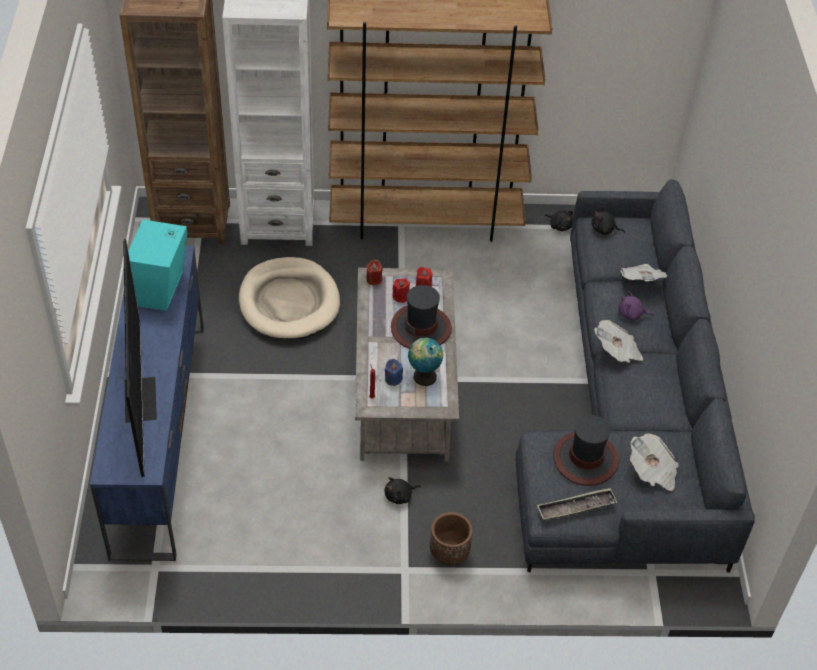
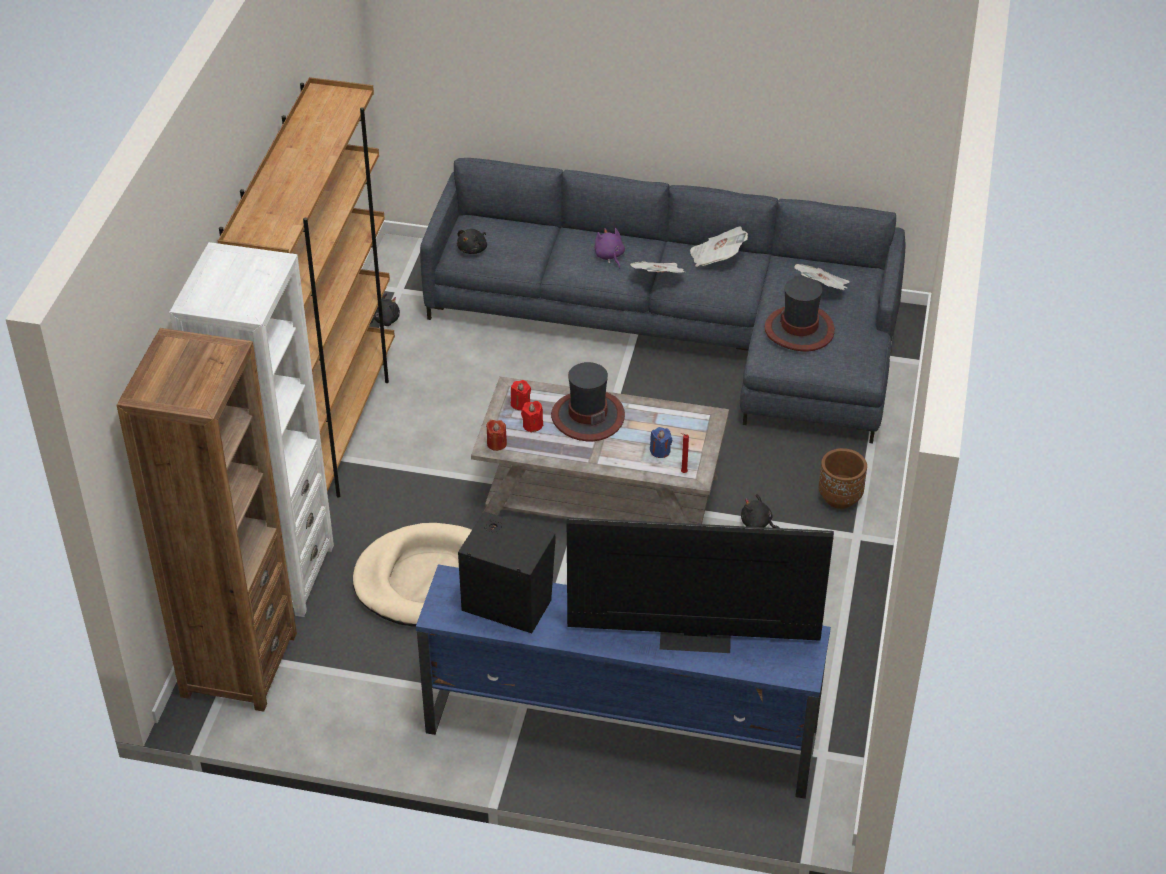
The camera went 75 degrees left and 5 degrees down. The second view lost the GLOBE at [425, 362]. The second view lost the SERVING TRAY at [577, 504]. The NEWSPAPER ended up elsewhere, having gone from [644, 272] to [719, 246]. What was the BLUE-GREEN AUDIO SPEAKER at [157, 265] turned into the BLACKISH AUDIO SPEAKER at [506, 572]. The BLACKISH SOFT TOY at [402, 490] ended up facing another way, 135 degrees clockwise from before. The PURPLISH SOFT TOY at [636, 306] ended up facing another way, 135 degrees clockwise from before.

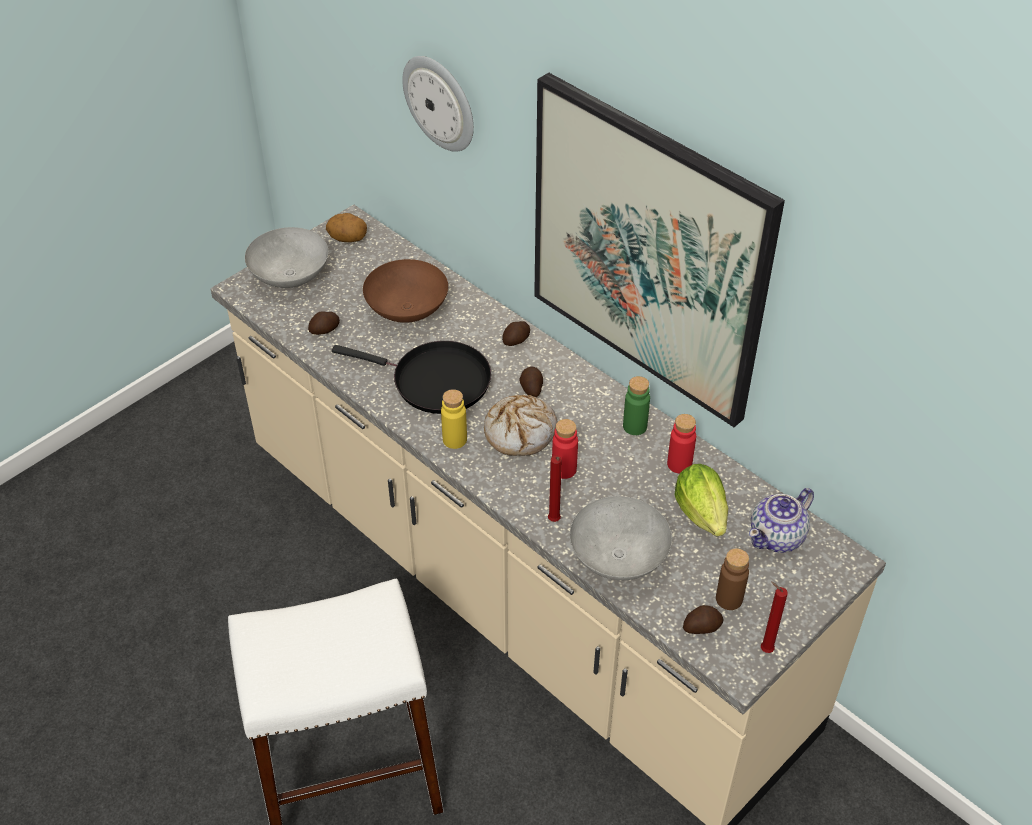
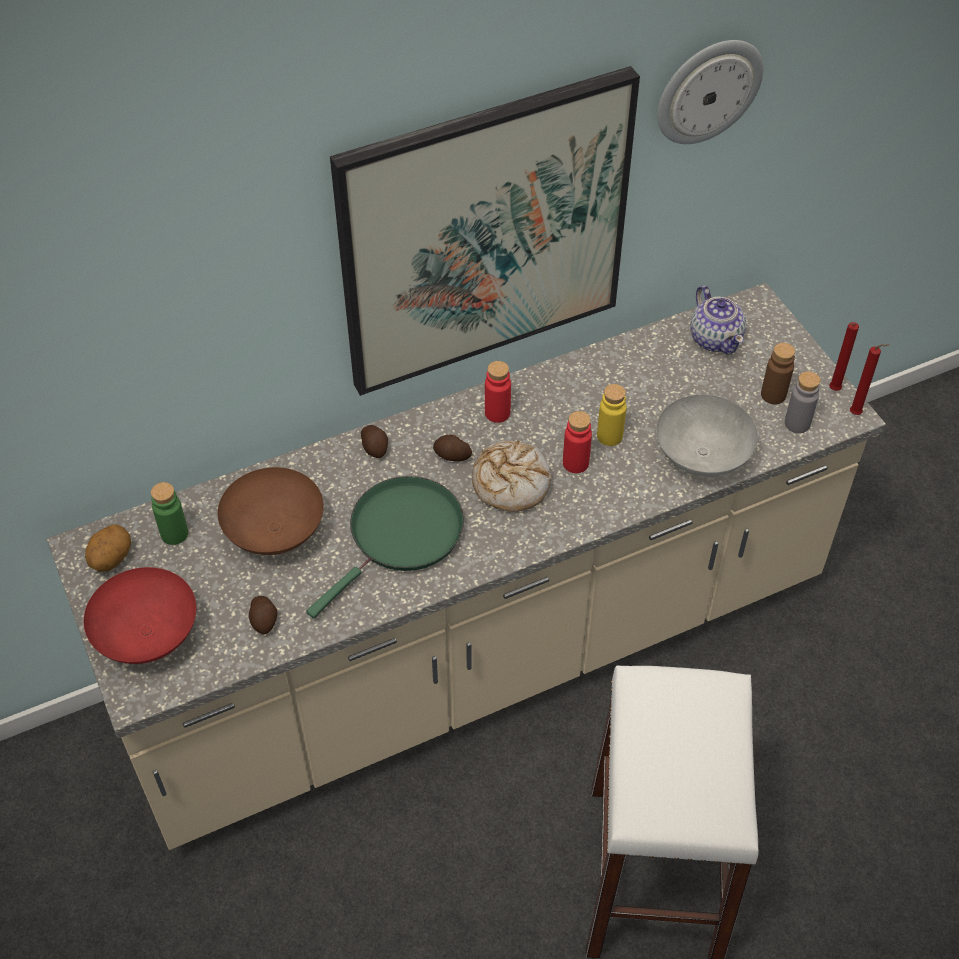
The camera went 70 degrees left and 5 degrees up. The second view lost the LETTUCE at [701, 500]. The HANGING CLOCK ended up elsewhere, having gone from [438, 104] to [710, 92]. The YELLOWISH DRINK BOTTLE ended up elsewhere, having gone from [454, 419] to [612, 415]. The REDDISH CANDLE ended up elsewhere, having gone from [555, 488] to [869, 379]. The GREEN-COLOURED DRINK BOTTLE ended up elsewhere, having gone from [636, 405] to [169, 513]. The REDDISH DRINK BOTTLE ended up elsewhere, having gone from [681, 444] to [498, 392]. Where the SPUD stood at [703, 619], the GRAY DRINK BOTTLE came to stand at [802, 402]. What was the GRAY DEEP DISH at [287, 257] turned into the REDDISH DEEP DISH at [140, 615]. What was the BLACKISH FRYING PAN at [411, 377] turned into the GREEN-COLOURED FRYING PAN at [385, 547].

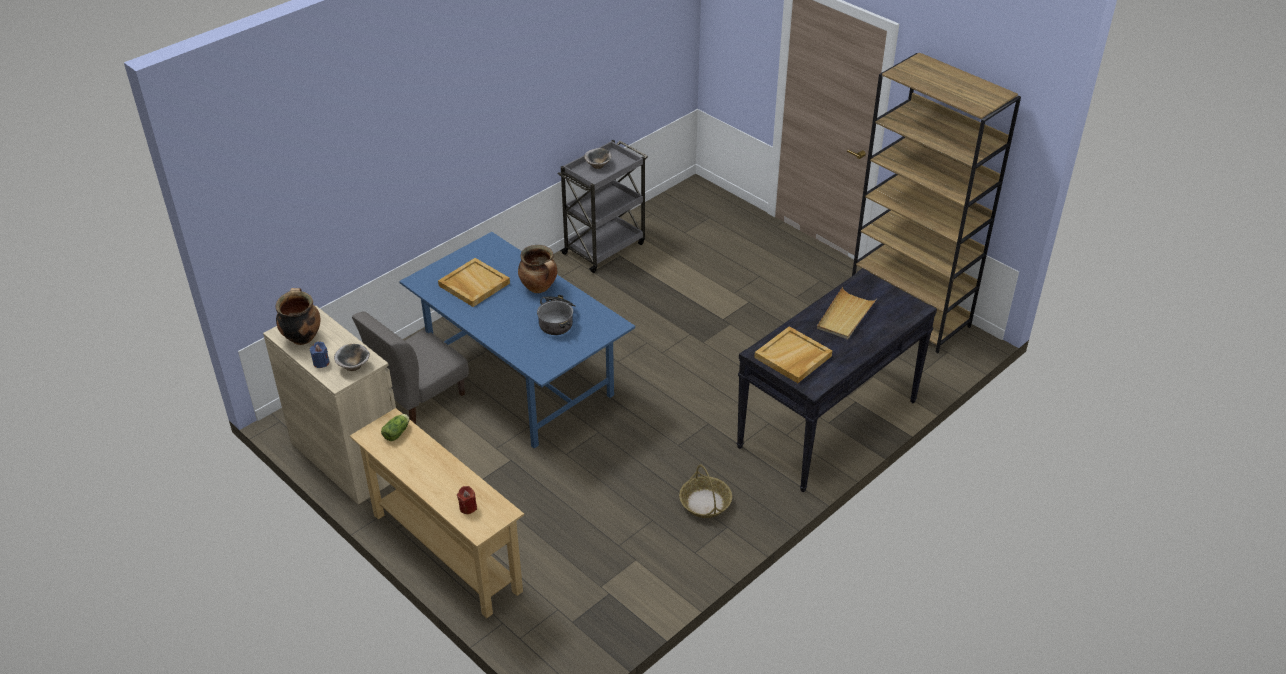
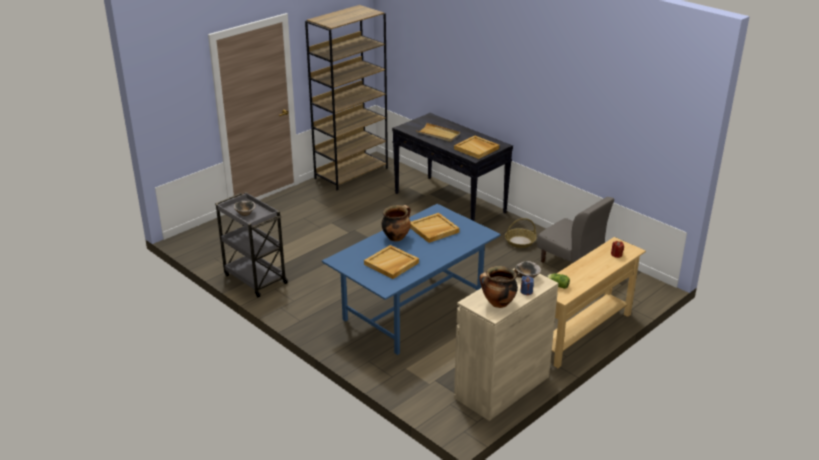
The camera went 90 degrees left and 10 degrees down. The GRAY CHAIR ended up elsewhere, having gone from [410, 367] to [575, 230]. Where the SAUCEPOT stood at [556, 315], the SAND-COLOURED SERVING TRAY came to stand at [435, 228].

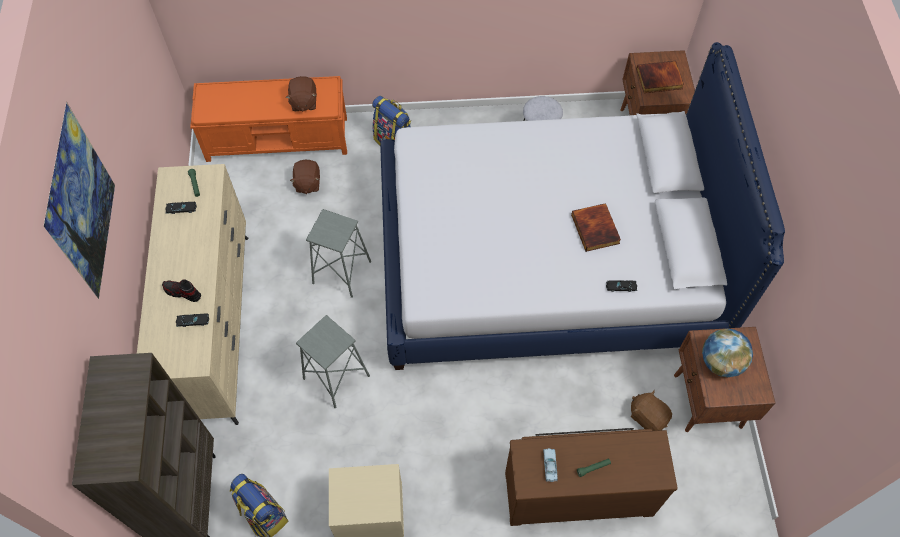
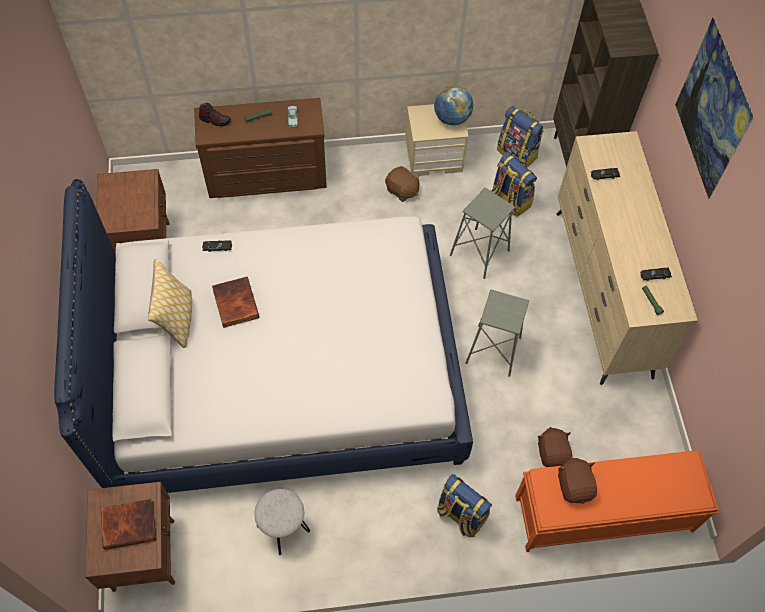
The camera went 175 degrees right and 0 degrees up. The second view gained the THROW PILLOW at [170, 303]. The second view gained the KNAPSACK at [514, 184]. The ITEM OF FOOTWEAR ended up elsewhere, having gone from [181, 290] to [215, 114]. The BROWNISH SOFT TOY ended up elsewhere, having gone from [651, 410] to [402, 184]. The GLOBE ended up elsewhere, having gone from [727, 353] to [453, 105].

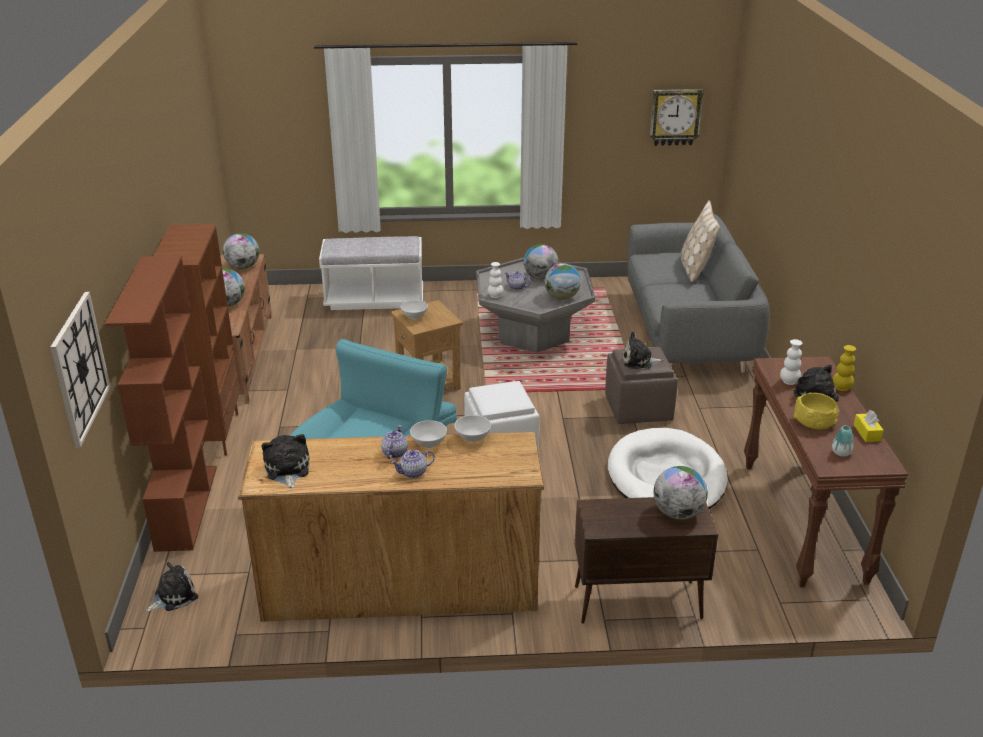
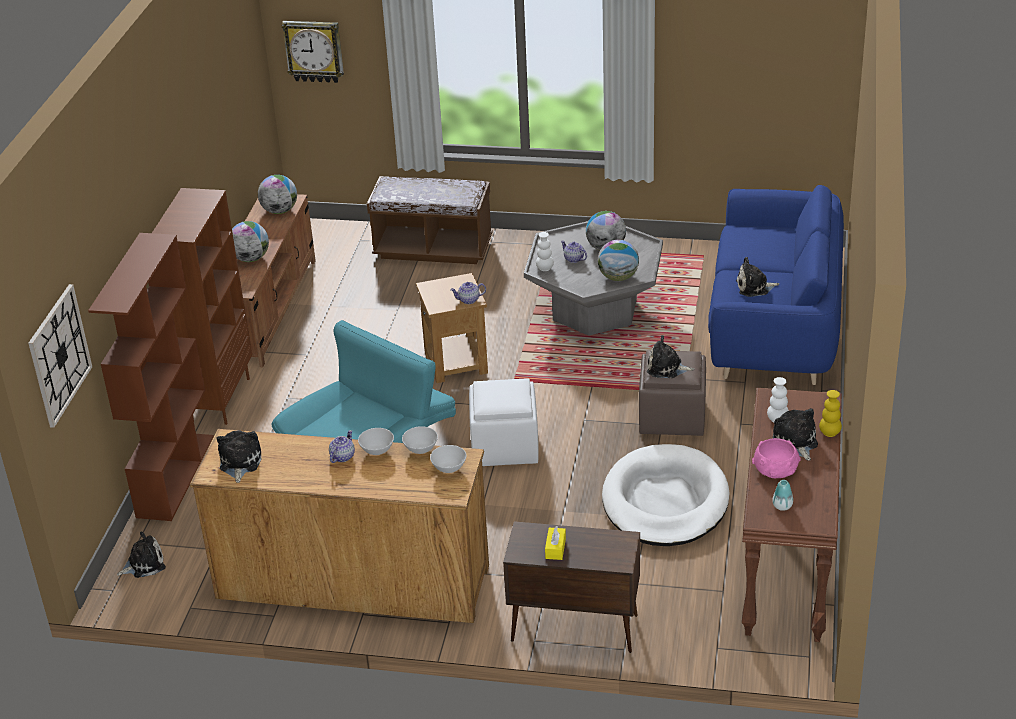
The camera went 15 degrees right and 5 degrees up. The second view lost the GLOBE at [681, 493]. The second view lost the SAND-COLOURED THROW PILLOW at [700, 241]. The second view gained the SOFT TOY at [757, 277]. The TEAPOT ended up elsewhere, having gone from [413, 464] to [468, 293]. The WHITE DEEP DISH ended up elsewhere, having gone from [414, 310] to [448, 459]. The HANGING CLOCK ended up elsewhere, having gone from [677, 117] to [313, 52]. The YELLOWISH TISSUE HOLDER ended up elsewhere, having gone from [869, 426] to [555, 543]. What was the WHITE BENCH at [371, 273] turned into the BROWNISH BENCH at [430, 220]. What was the GRAY COUCH at [698, 293] turned into the BLUISH COUCH at [776, 285]. What was the YELLOWISH DEEP DISH at [816, 411] turned into the PINK DEEP DISH at [776, 458].

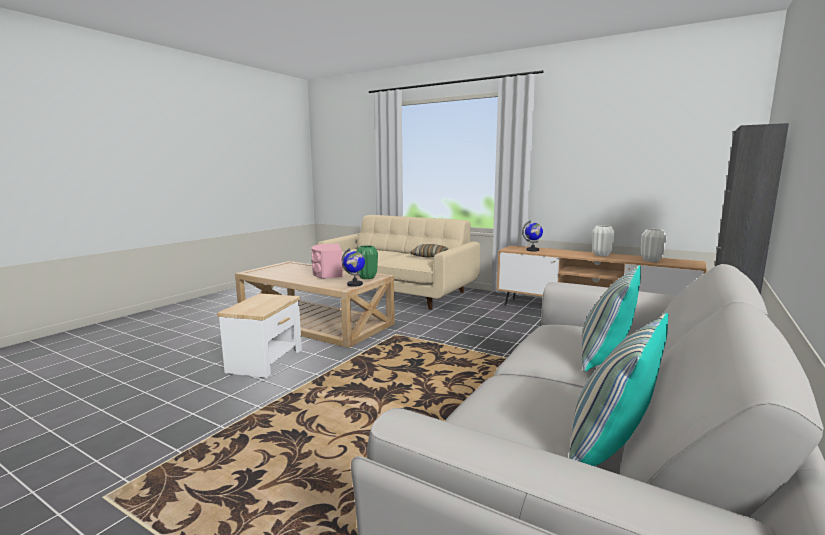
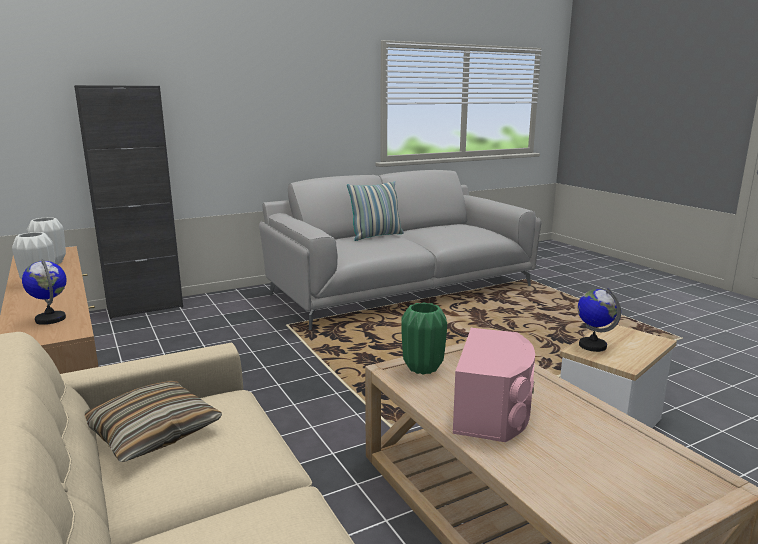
The camera went 150 degrees left and 5 degrees up. The second view lost the THROW PILLOW at [618, 389]. The GLOBE ended up elsewhere, having gone from [353, 267] to [599, 320].

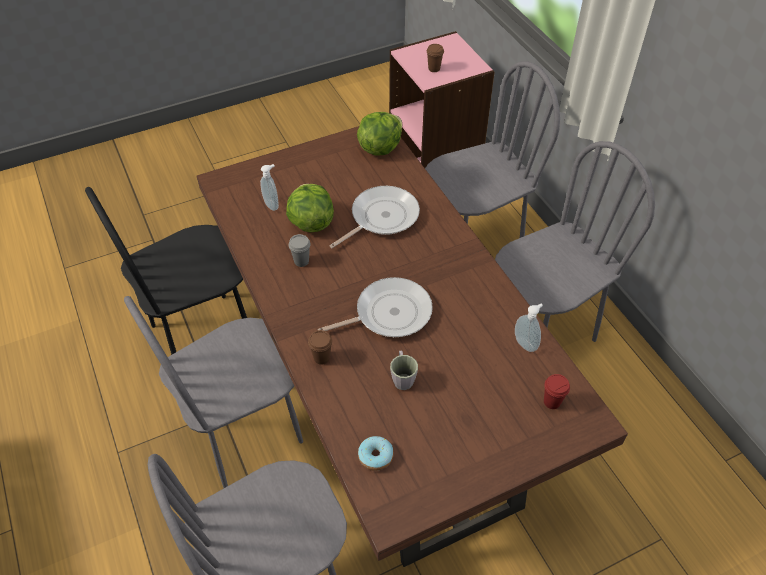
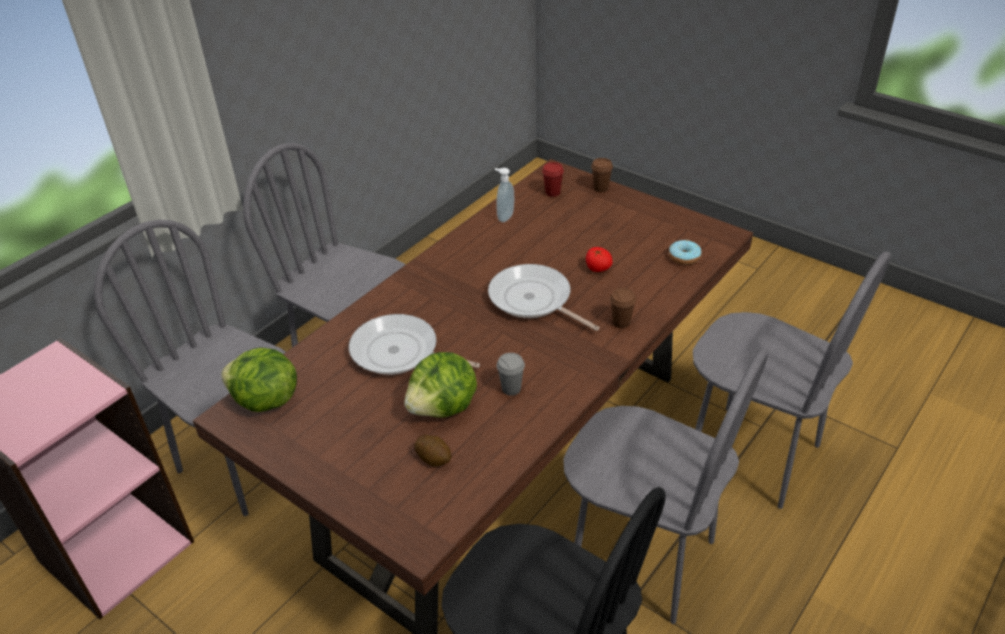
The camera went 115 degrees left and 10 degrees down. The BROWNISH DRINKING CUP ended up elsewhere, having gone from [435, 58] to [602, 175]. Where the LIQUID SOAP BOTTLE stood at [269, 187], the SPUD came to stand at [432, 451]. Where the GRAY TEA MUG stood at [404, 370], the TOMATO came to stand at [599, 259].

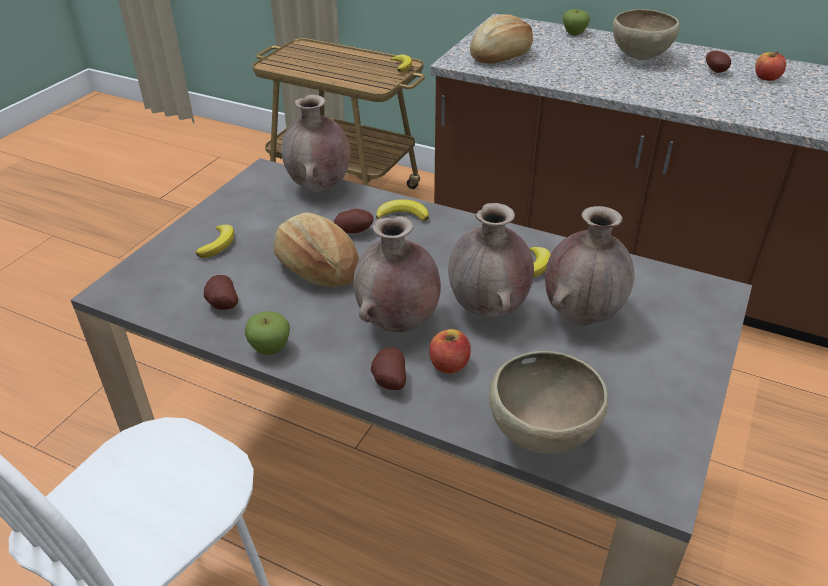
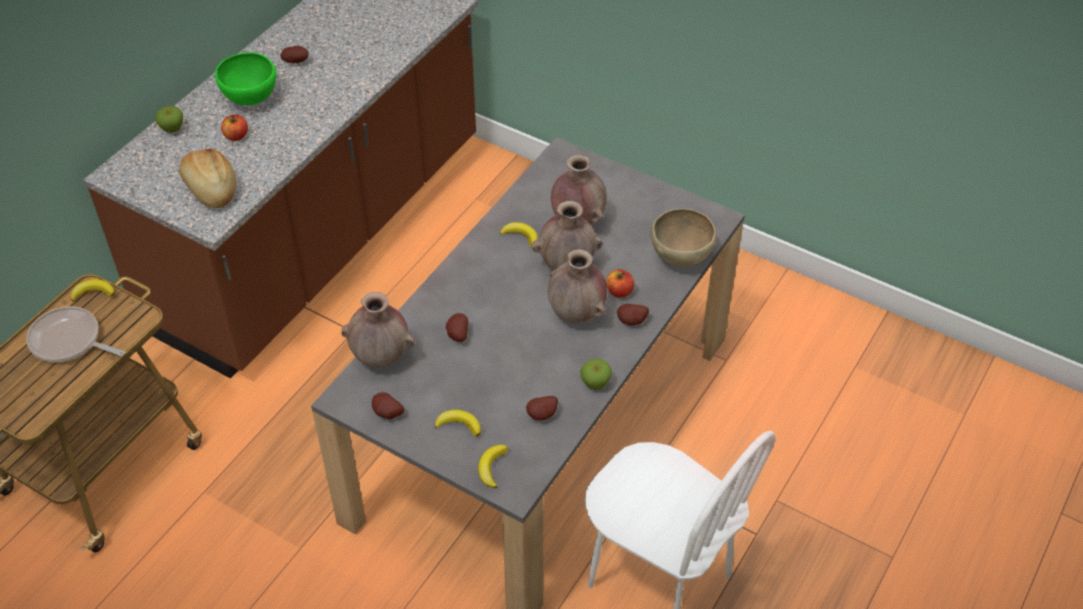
The camera went 85 degrees left and 10 degrees up. The second view lost the BREAD at [316, 249]. The second view gained the FRYING PAN at [75, 334]. The second view gained the SPUD at [388, 405]. The WHOLE BANANA ended up elsewhere, having gone from [402, 210] to [493, 466]. The APPLE ended up elsewhere, having gone from [770, 66] to [234, 127]. What was the BROWNISH DEEP DISH at [646, 34] turned into the GREEN-COLOURED DEEP DISH at [245, 78].

